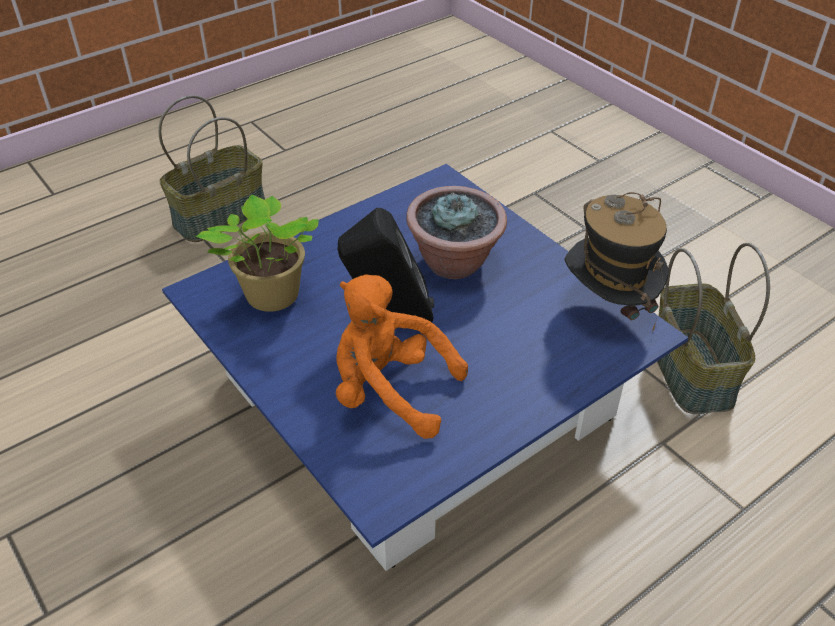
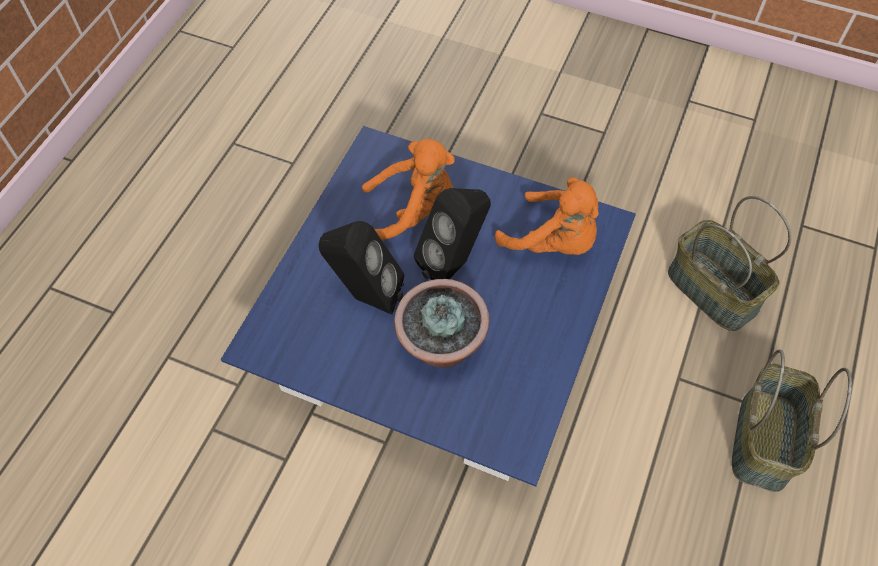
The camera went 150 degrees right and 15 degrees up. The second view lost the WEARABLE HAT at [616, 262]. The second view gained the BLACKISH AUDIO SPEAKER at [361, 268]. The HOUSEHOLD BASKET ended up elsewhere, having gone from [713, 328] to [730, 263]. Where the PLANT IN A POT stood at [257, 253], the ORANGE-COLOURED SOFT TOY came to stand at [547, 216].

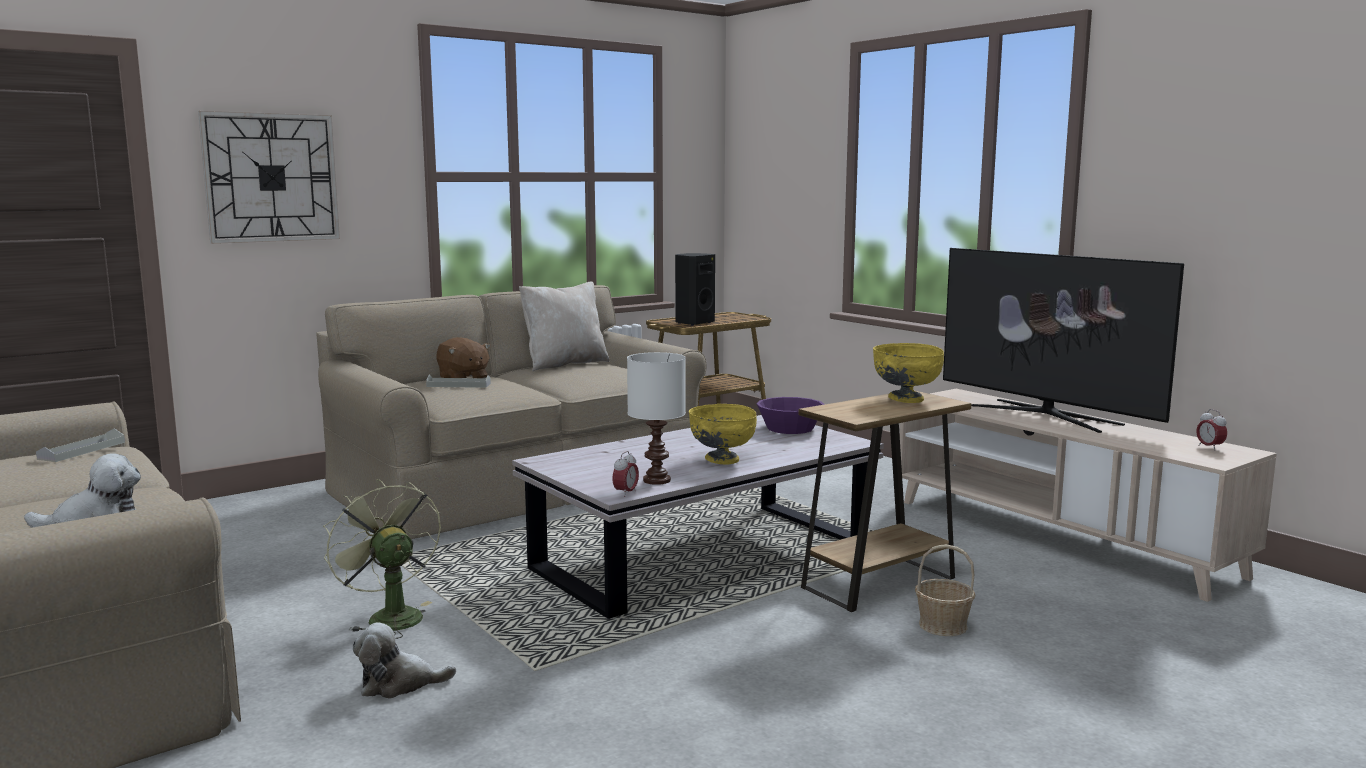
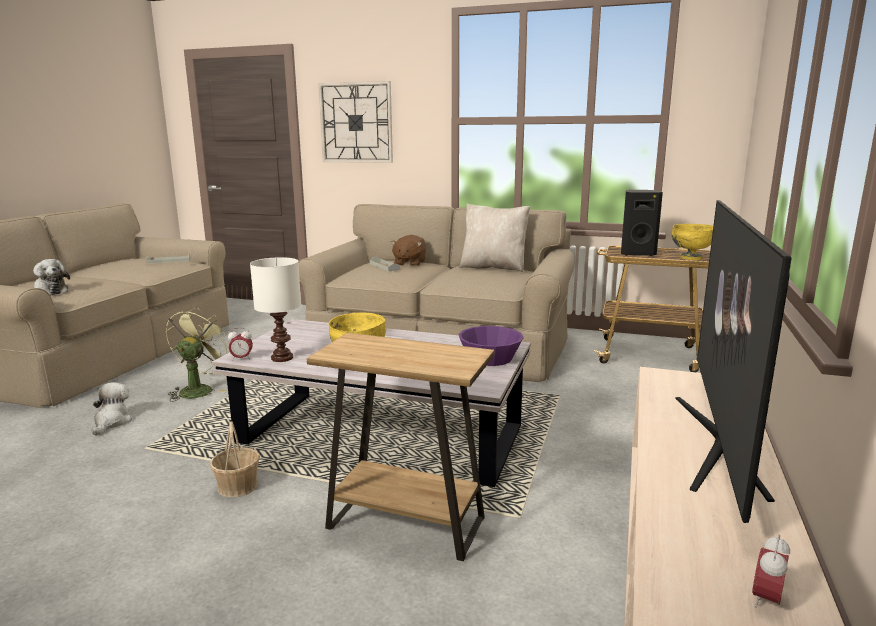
The camera went 55 degrees right and 5 degrees up. The YELLOWISH DEEP DISH ended up elsewhere, having gone from [908, 373] to [692, 242]. The HOUSEHOLD BASKET ended up elsewhere, having gone from [945, 590] to [235, 459]. The SOFT TOY at [404, 660] ended up facing another way, 45 degrees clockwise from before.

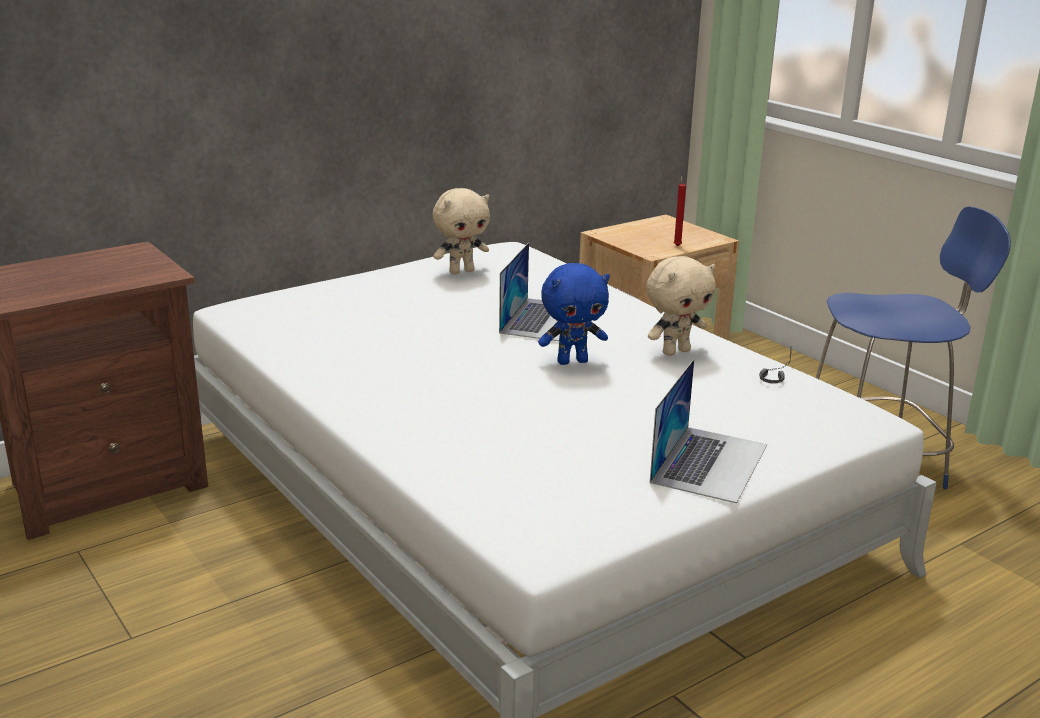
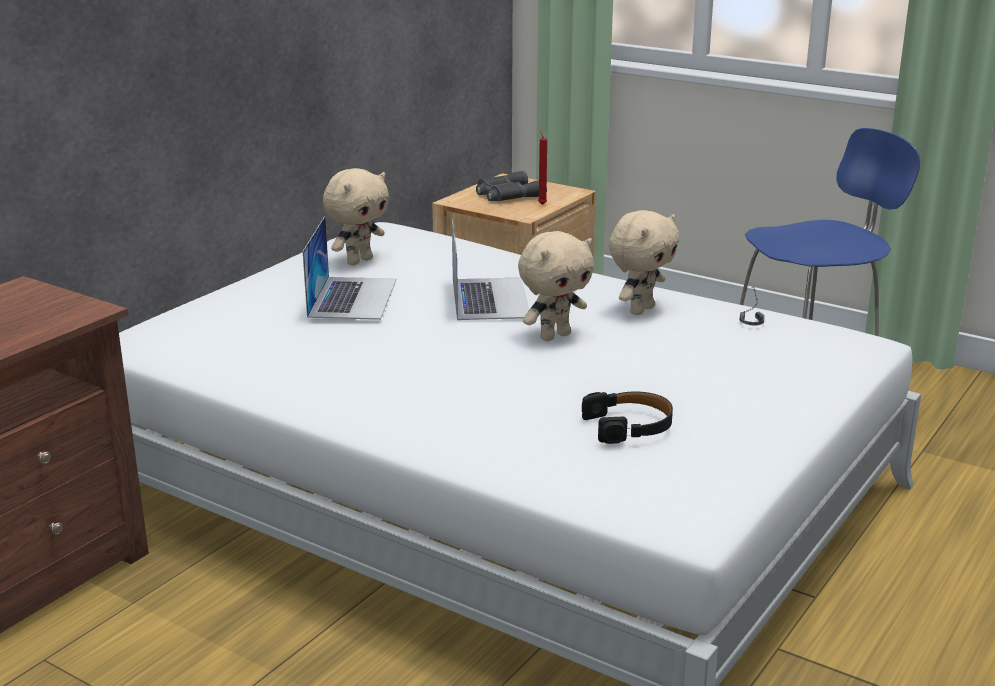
The camera went 20 degrees left and 0 degrees up. The second view gained the GRAY BINOCULARS at [511, 186]. The second view gained the BLACKISH PAIR OF HEADPHONES at [627, 418]. The LAPTOP ended up elsewhere, having gone from [708, 431] to [349, 268]. What was the BLUISH SOFT TOY at [574, 314] turned into the SAND-COLOURED SOFT TOY at [556, 286].

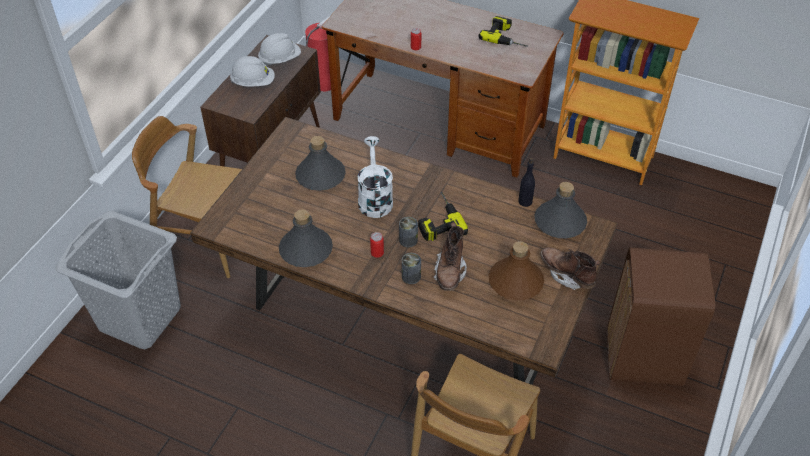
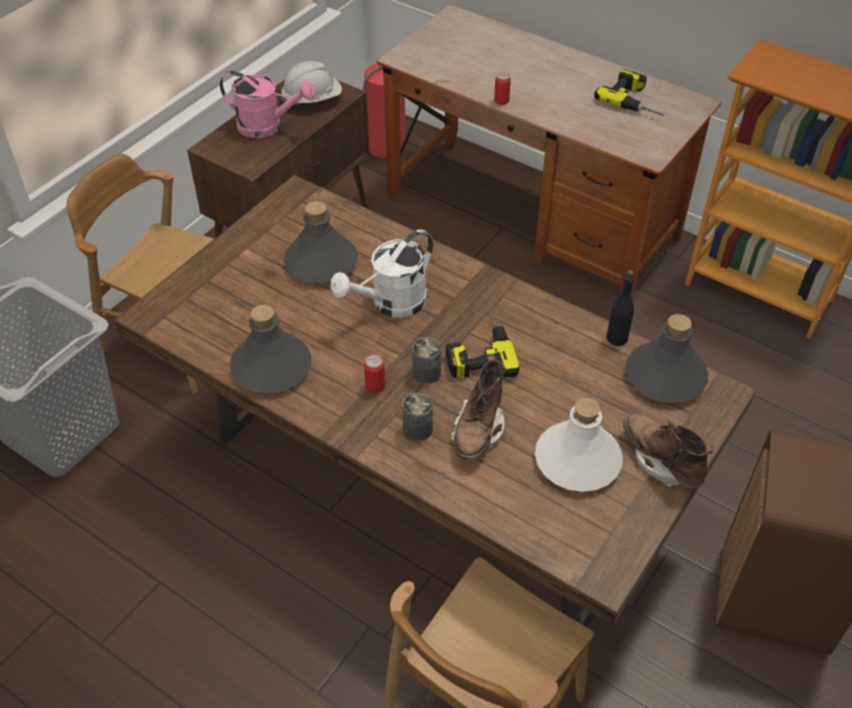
The camera went 10 degrees right and 0 degrees up. Where the WHITE HARD HAT stood at [252, 71], the PINK WATERING CAN came to stand at [267, 104]. What was the BROWNISH DRINK BOTTLE at [516, 270] turned into the WHITE DRINK BOTTLE at [579, 445]. The WHITE WATERING CAN at [375, 177] ended up facing another way, 135 degrees counterclockwise from before.

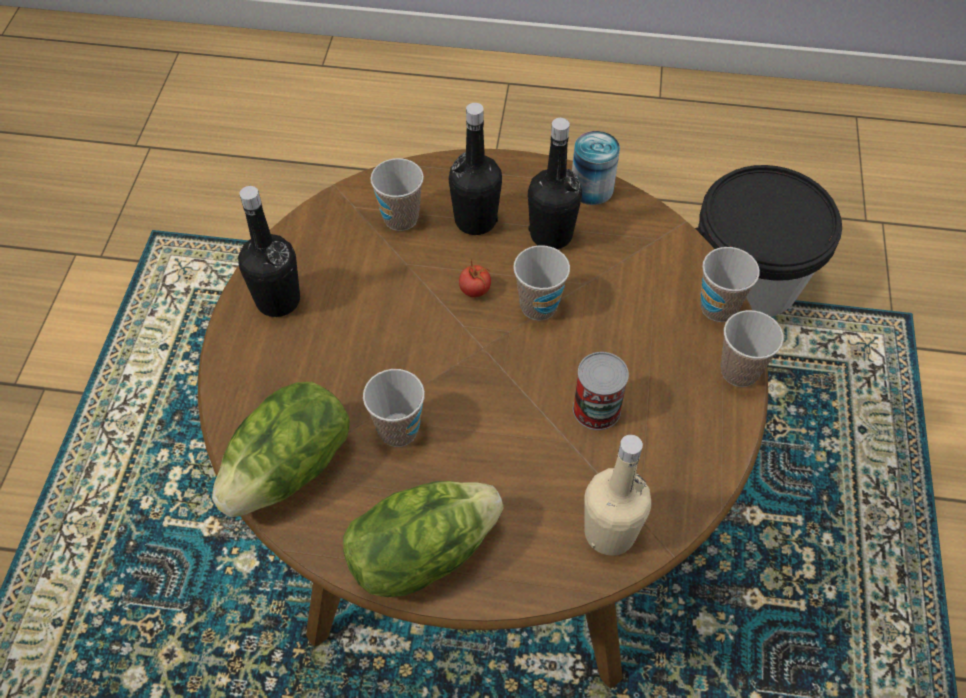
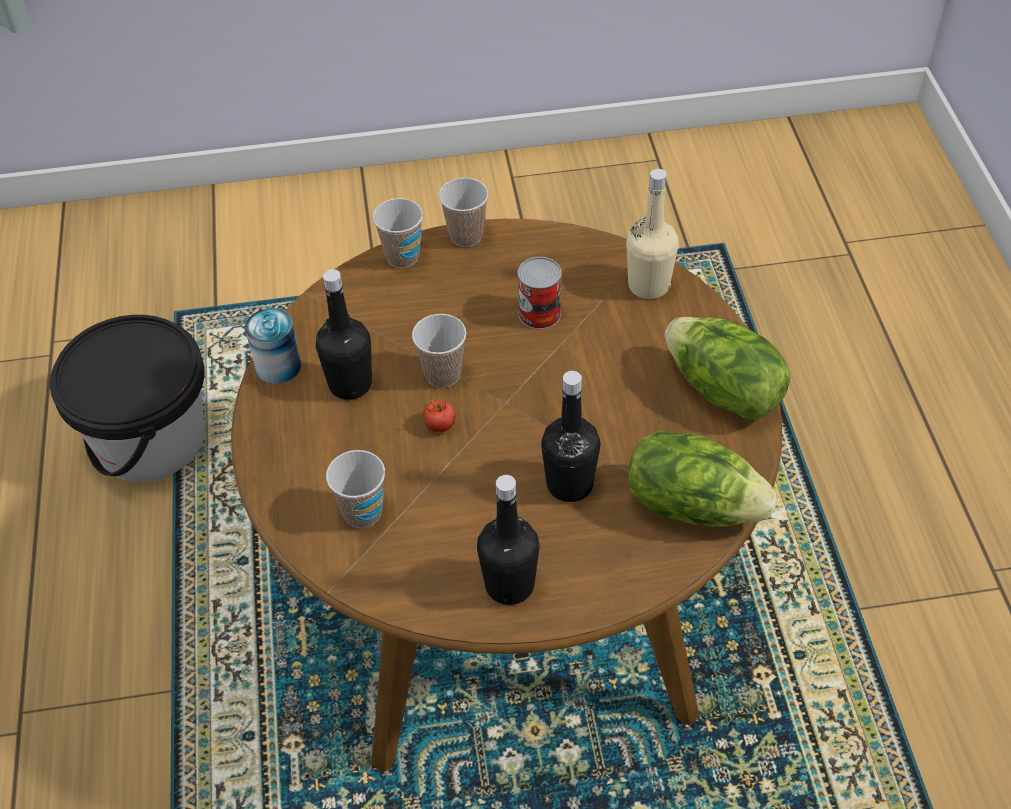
The camera went 105 degrees left and 5 degrees down. The second view lost the DRINKING CUP at [394, 408]. The BLACKISH DRINK BOTTLE ended up elsewhere, having gone from [475, 169] to [570, 436].

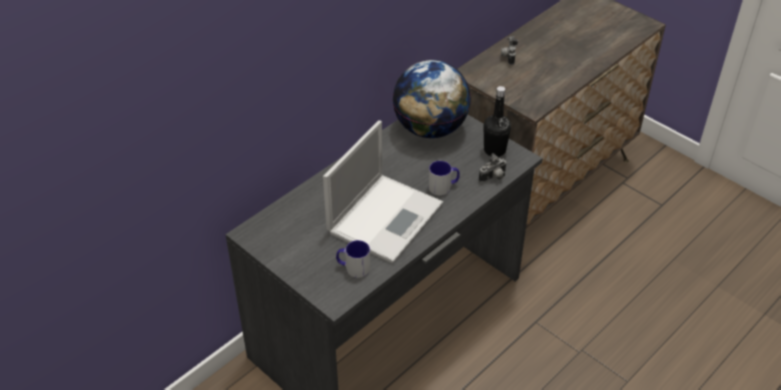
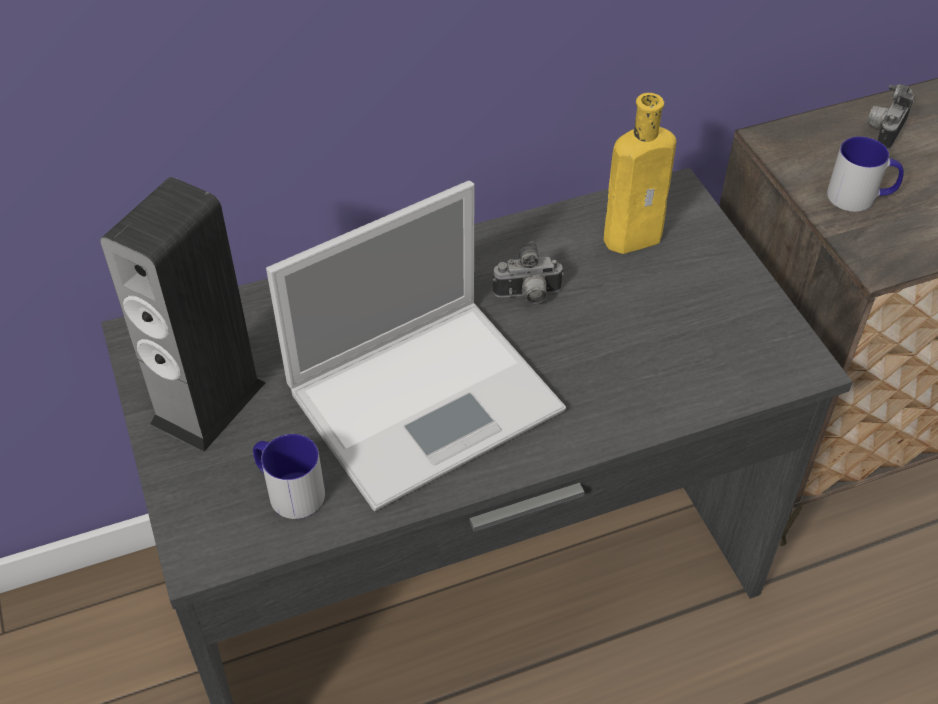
The camera went 25 degrees right and 5 degrees up. The second view lost the BLACKISH DRINK BOTTLE at [497, 121]. The second view gained the AUDIO SPEAKER at [183, 314]. The TEA MUG ended up elsewhere, having gone from [444, 178] to [865, 174]. The PHOTO CAMERA ended up elsewhere, having gone from [493, 167] to [528, 272]. Where the GLOBE stood at [431, 99], the YELLOWISH DRINK BOTTLE came to stand at [640, 173].

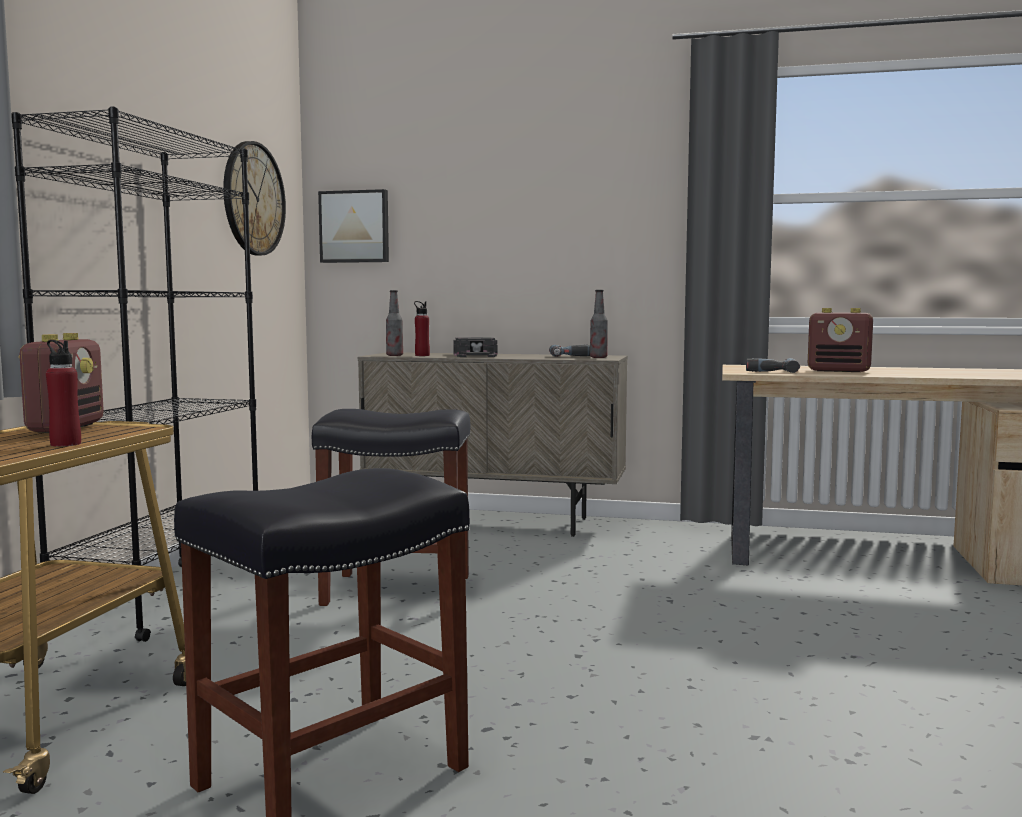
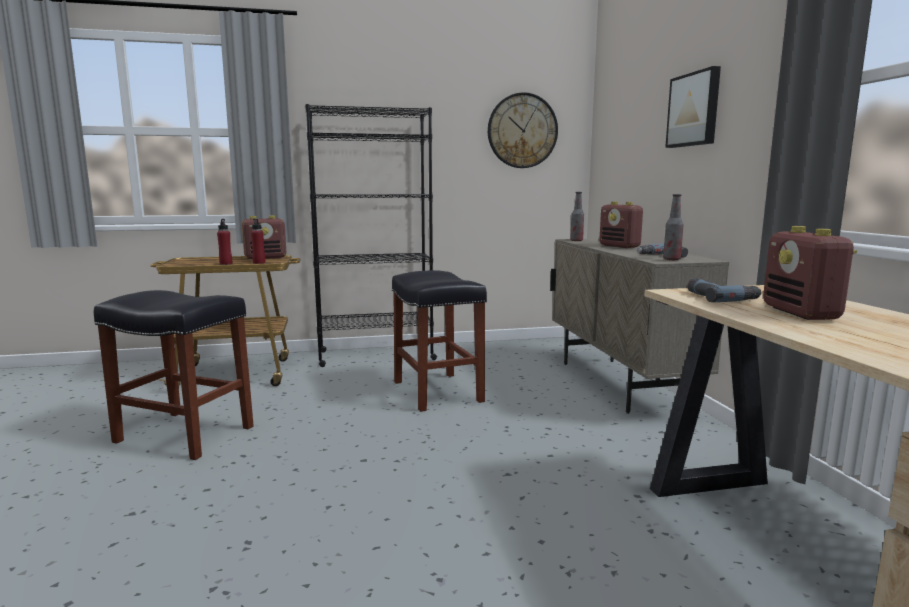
The camera went 65 degrees right and 5 degrees up. The WALL ART ended up elsewhere, having gone from [353, 226] to [693, 107]. The REDDISH DRINK BOTTLE ended up elsewhere, having gone from [422, 328] to [258, 241]. Where the BLACKISH CAP stood at [475, 347], the RADIO came to stand at [621, 224].

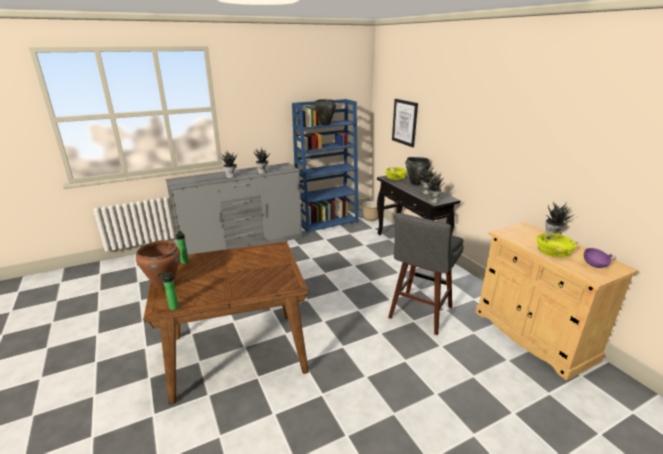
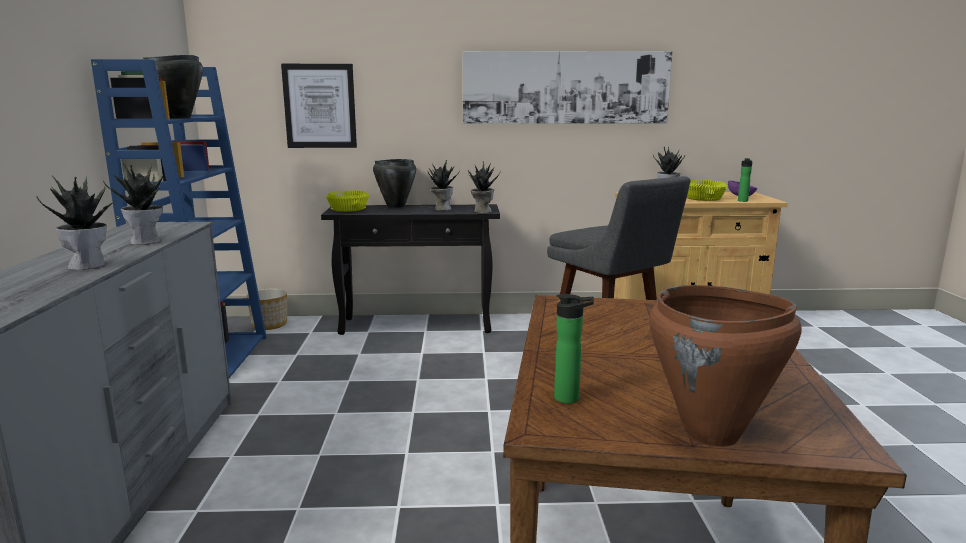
The camera went 65 degrees left and 10 degrees down. The second view gained the WALL ART at [567, 87]. The DRINK BOTTLE ended up elsewhere, having gone from [168, 291] to [745, 180].

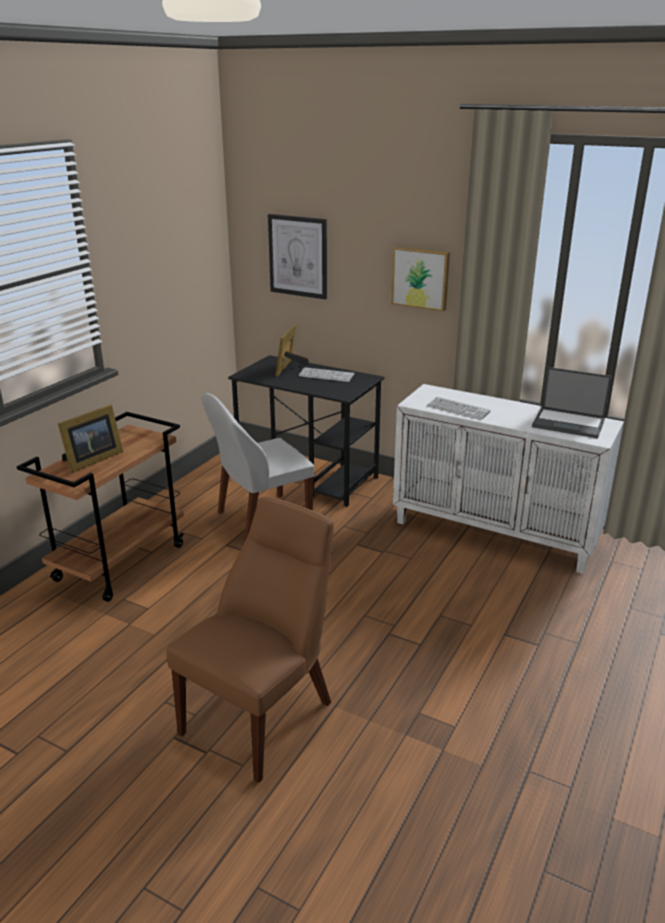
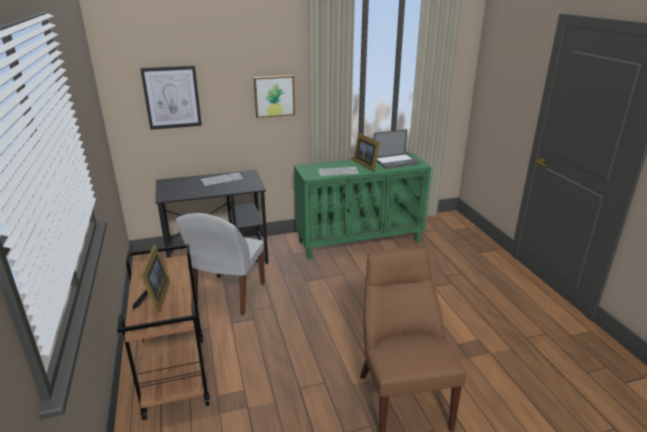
The camera went 45 degrees left and 0 degrees up. The STANDING FRAME ended up elsewhere, having gone from [292, 350] to [366, 152]. What was the WHITE STORAGE CABINET at [508, 479] turned into the GREEN-COLOURED STORAGE CABINET at [362, 206].

